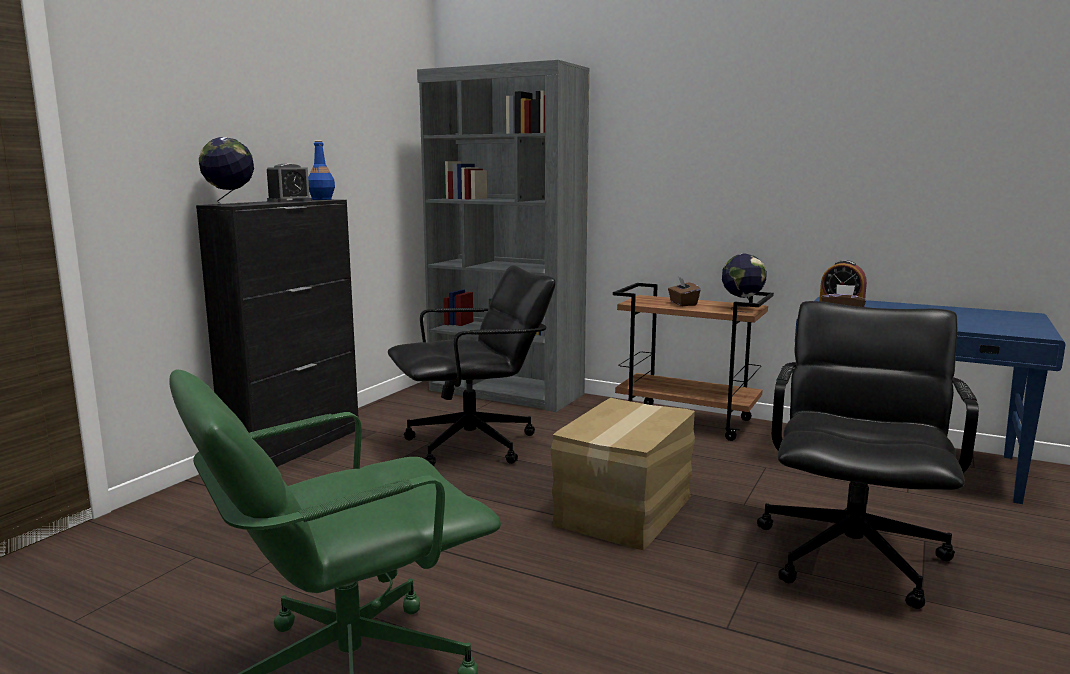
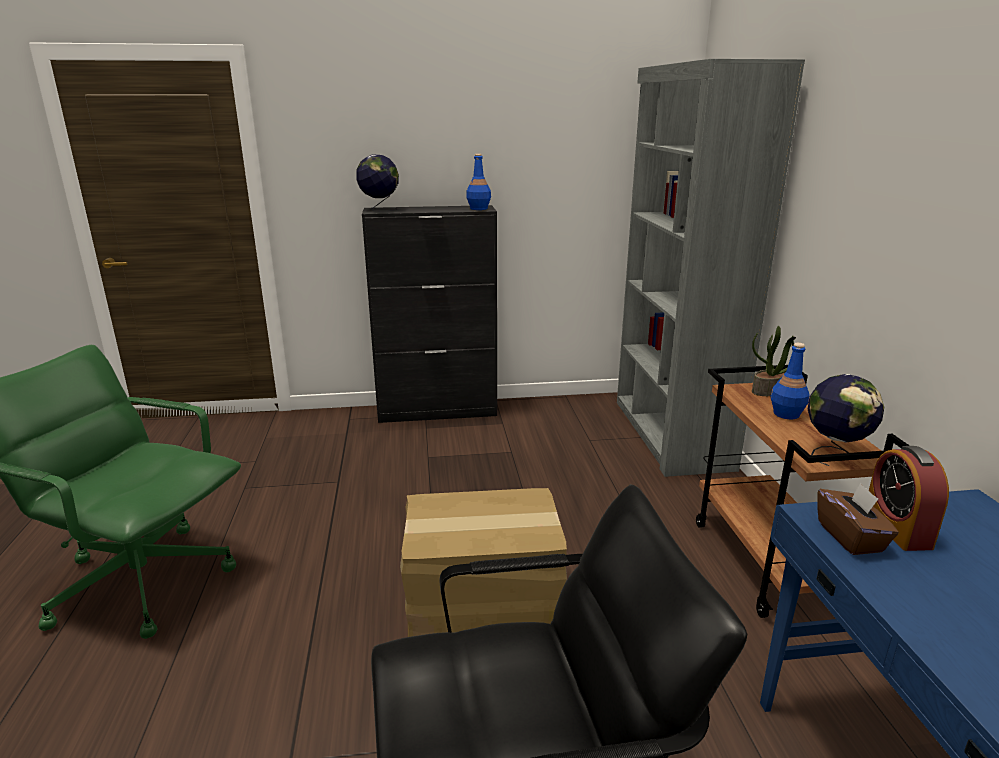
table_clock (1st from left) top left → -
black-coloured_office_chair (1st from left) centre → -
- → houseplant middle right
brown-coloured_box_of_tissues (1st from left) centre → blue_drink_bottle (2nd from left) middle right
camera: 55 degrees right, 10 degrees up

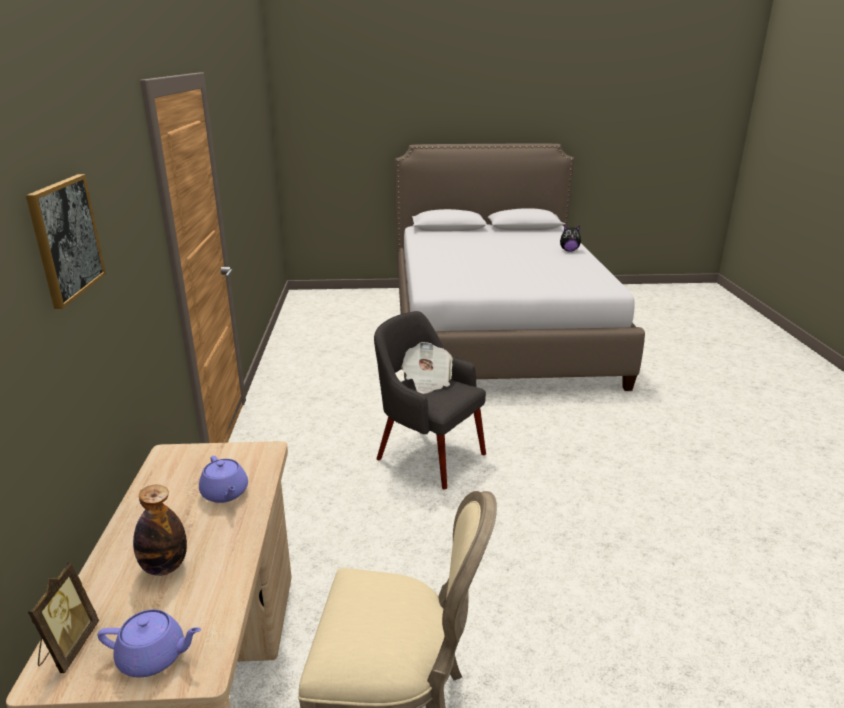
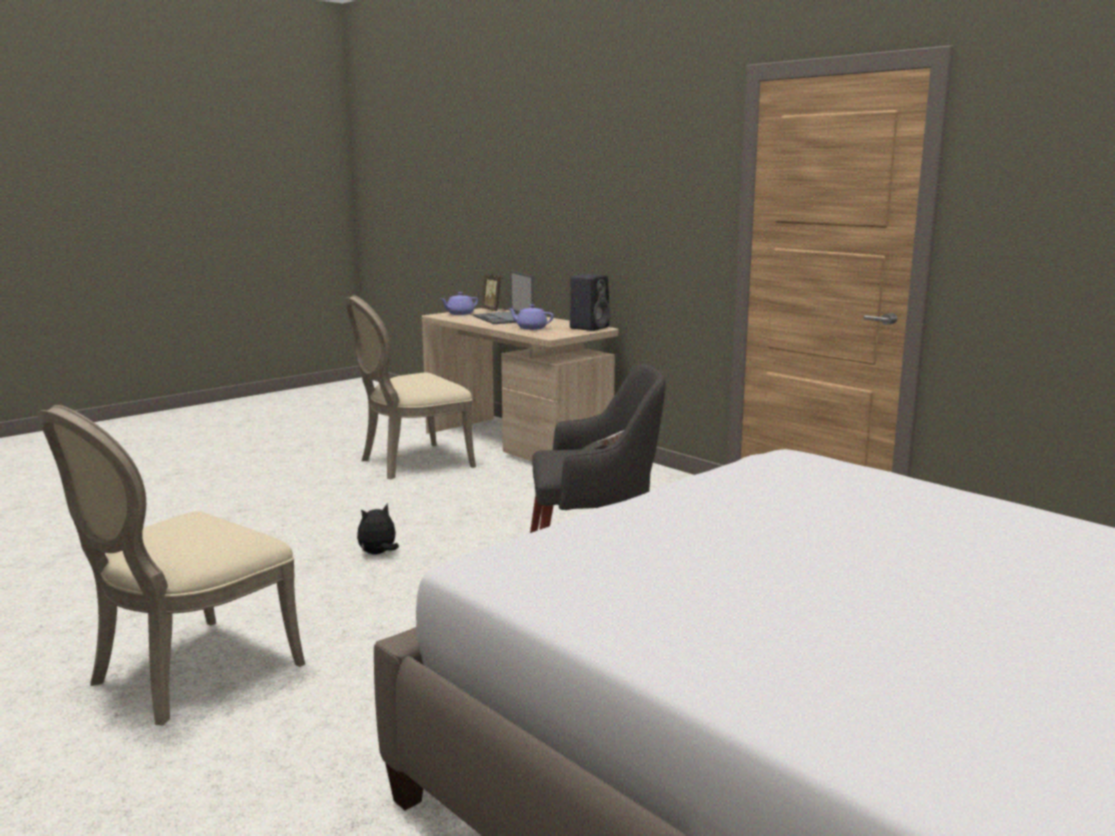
picture middle left → -
- → sand-coloured_chair (1st from left) bottom left
- → black-coloured_speaker centre
plush_toy middle right → plush_toy centre, move
drink_bottle bottom left → portable_computer centre
camera: 140 degrees right, 10 degrees down

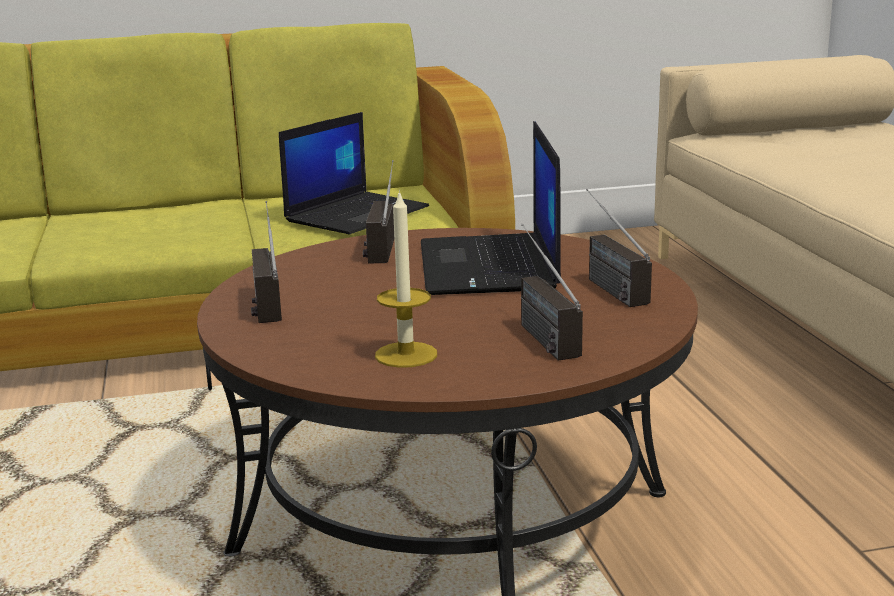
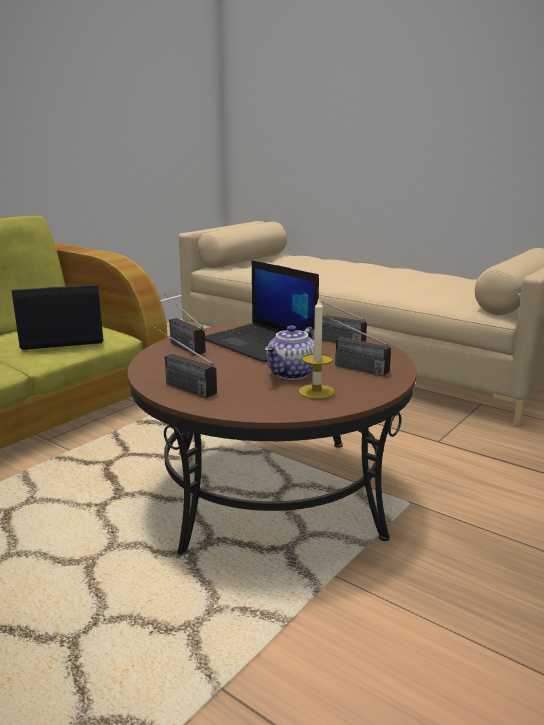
- → tea_pot centre
portable_computer (1st from left) top centre → portable_computer (1st from left) middle left, 105 degrees counterclockwise
camera: 40 degrees left, 0 degrees up

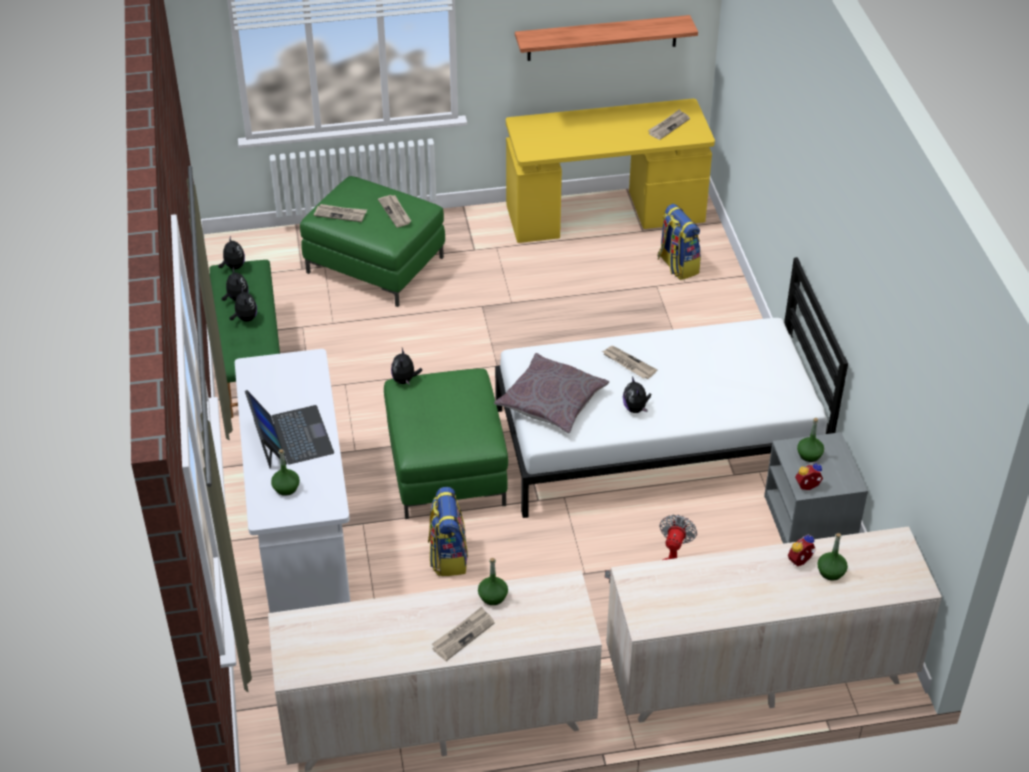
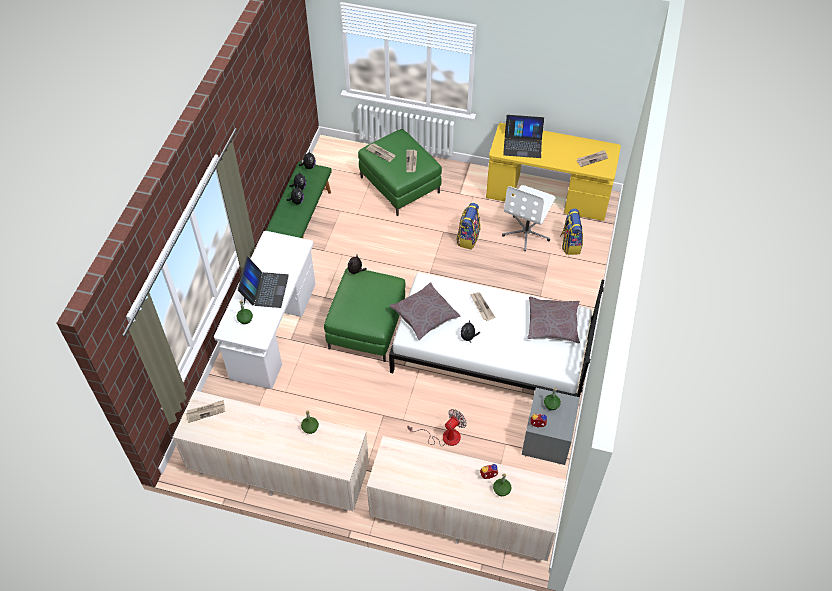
bracket_shelf top centre → -
- → whitish_office_chair centre
- → portable_computer (2nd from left) top centre
- → grey_throw_pillow (2nd from left) centre
rucksack (1st from left) bottom centre → rucksack (1st from left) centre, move
daily_paper (3rd from left in the first image) bottom centre → daily_paper (1st from left) bottom left, move
camera: 25 degrees right, 10 degrees up

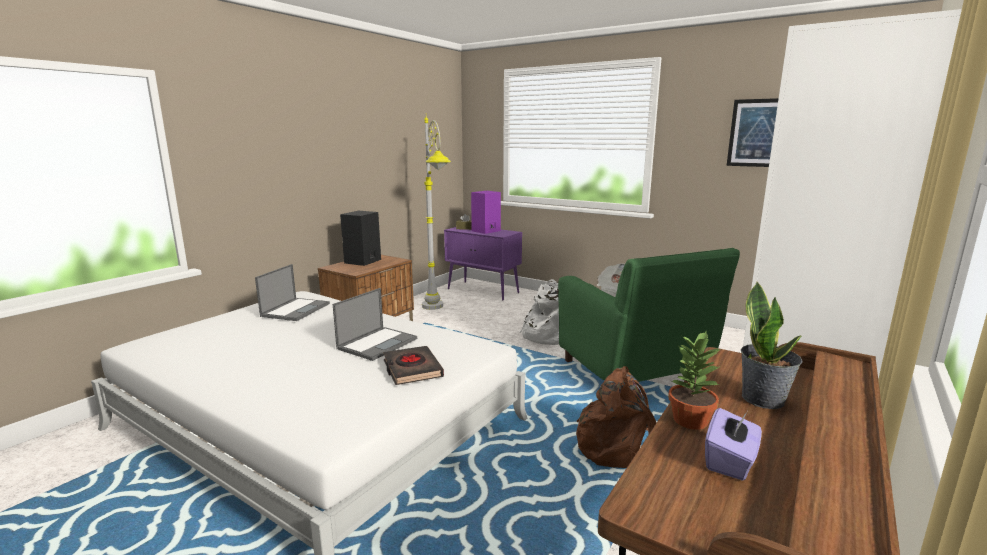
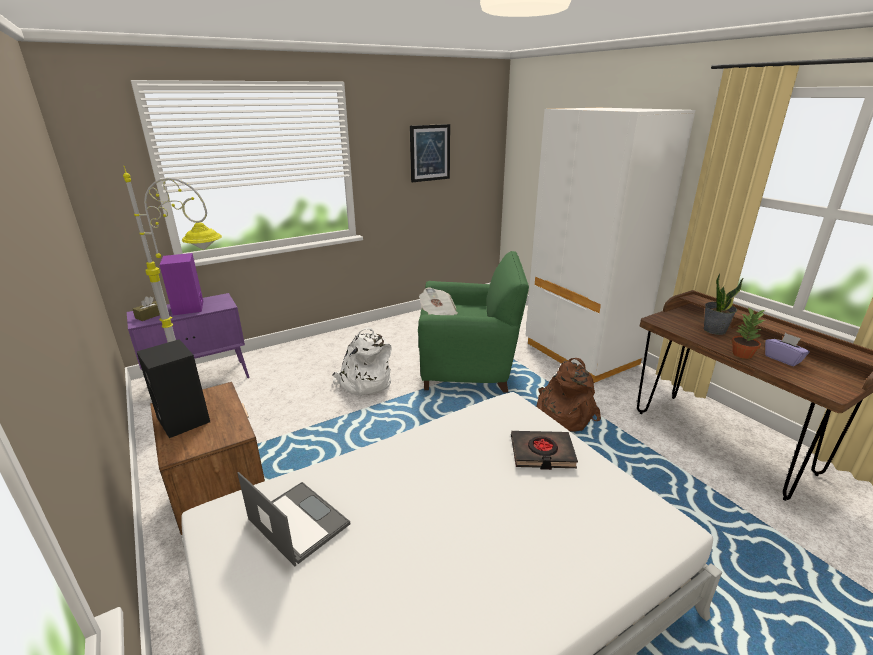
portable_computer (2nd from left) centre → -
camera: 65 degrees left, 10 degrees up

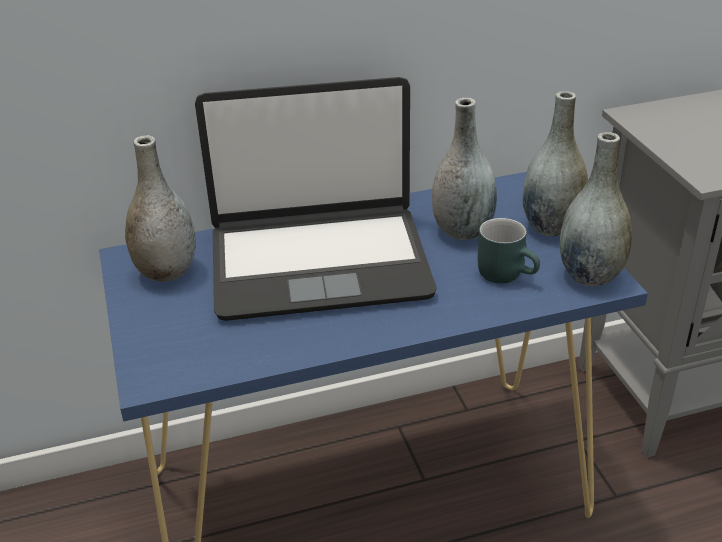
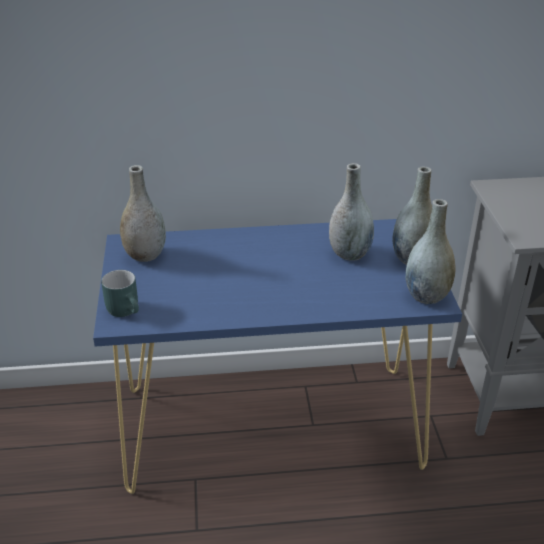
portable_computer centre → -
blue-green_mug middle right → blue-green_mug middle left, move
camera: 10 degrees right, 0 degrees up

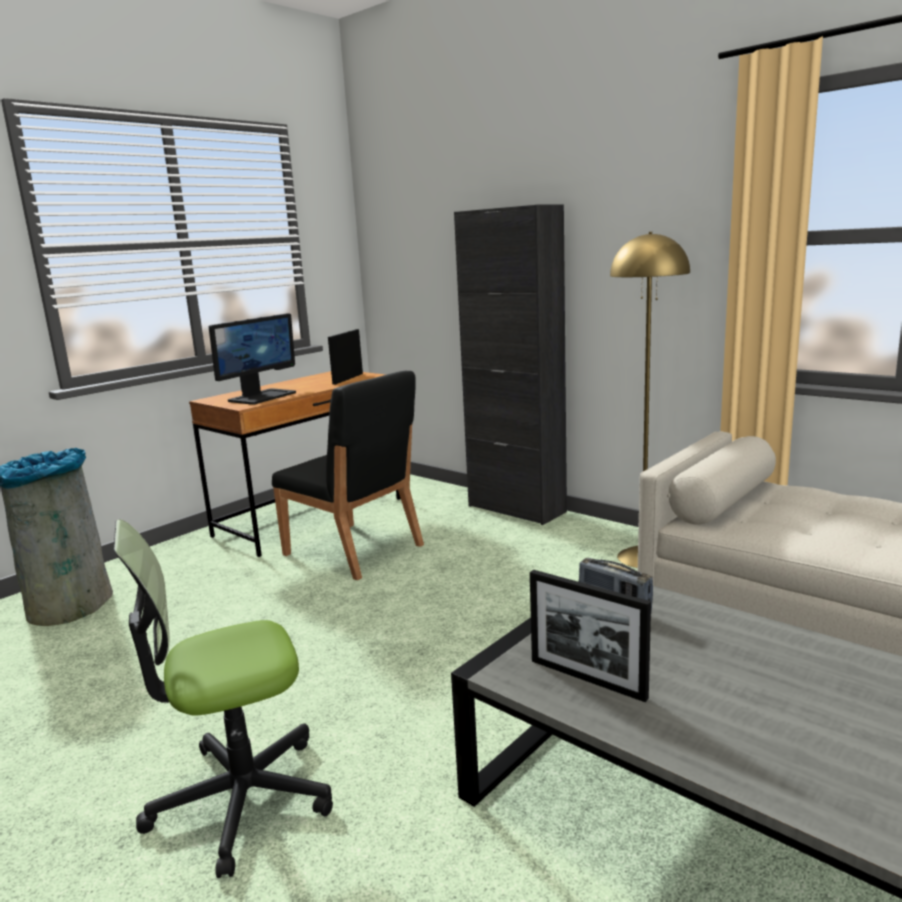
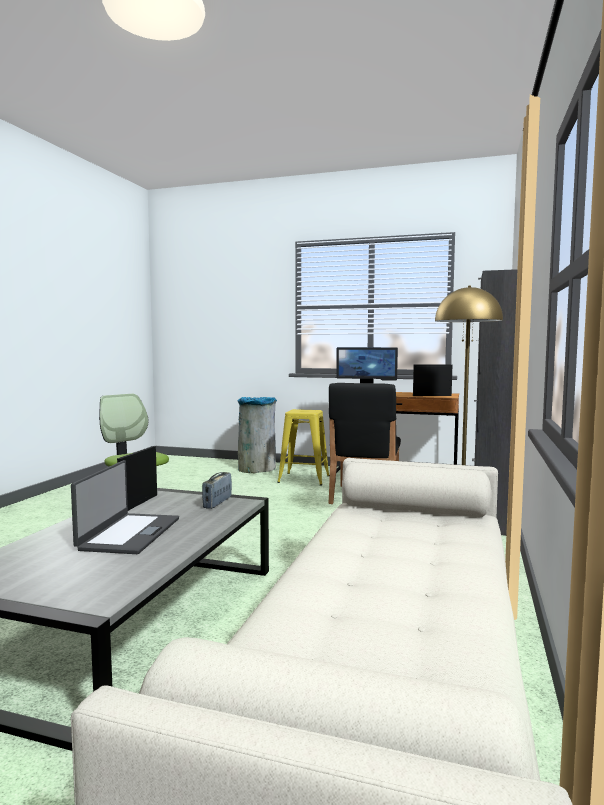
- → portable_computer middle left
- → yellowish_stool centre
camera: 65 degrees right, 10 degrees down

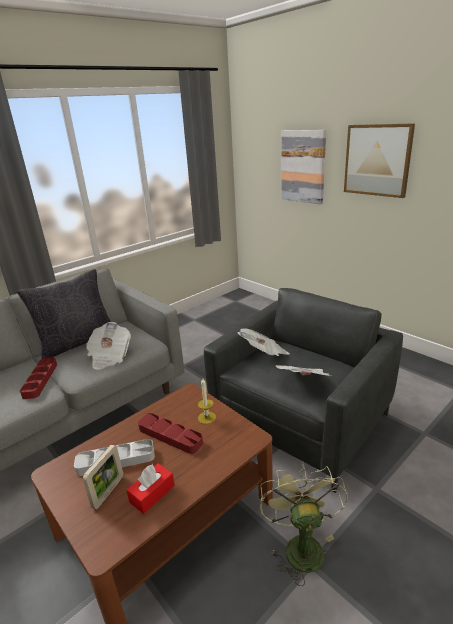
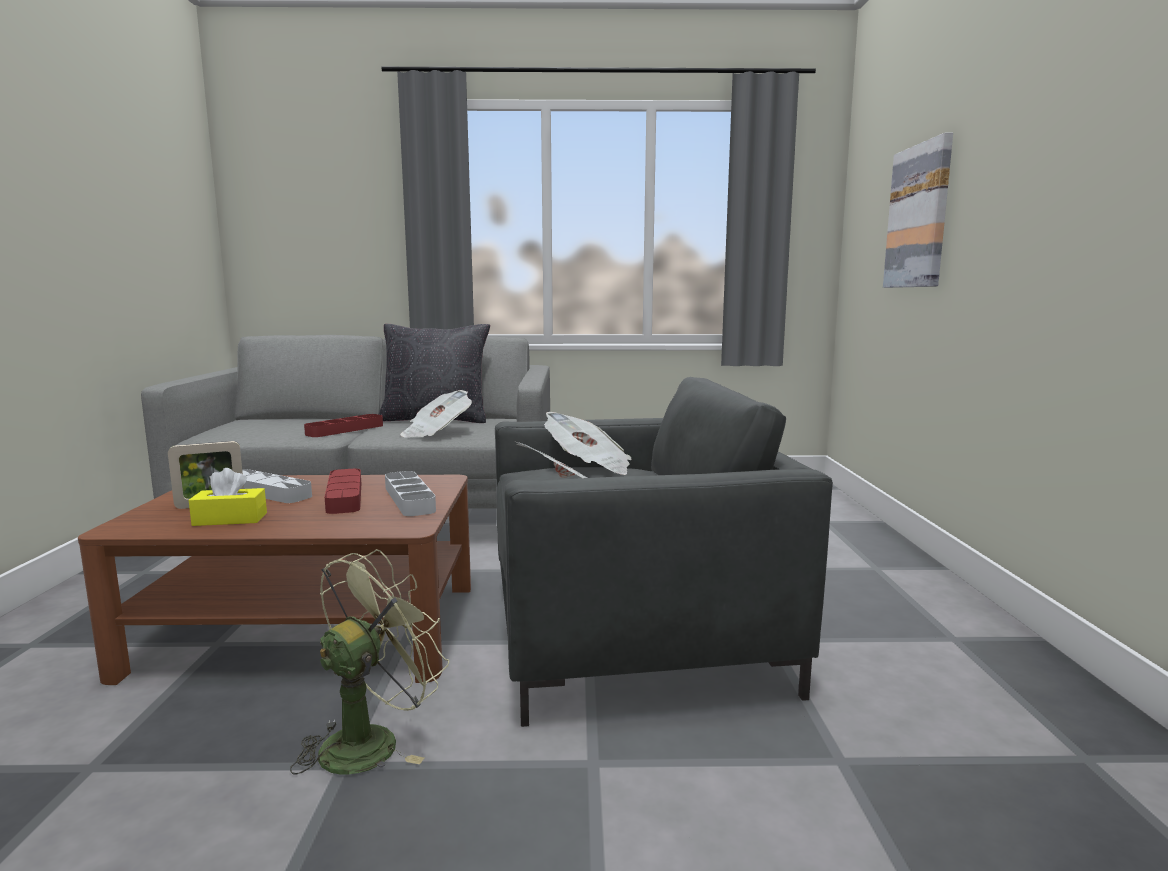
picture (2nd from left) top right → -
candle centre → grey_serving_tray (2nd from left) centre
reddish_box_of_tissues bottom left → yellowish_box_of_tissues middle left
camera: 40 degrees right, 15 degrees down

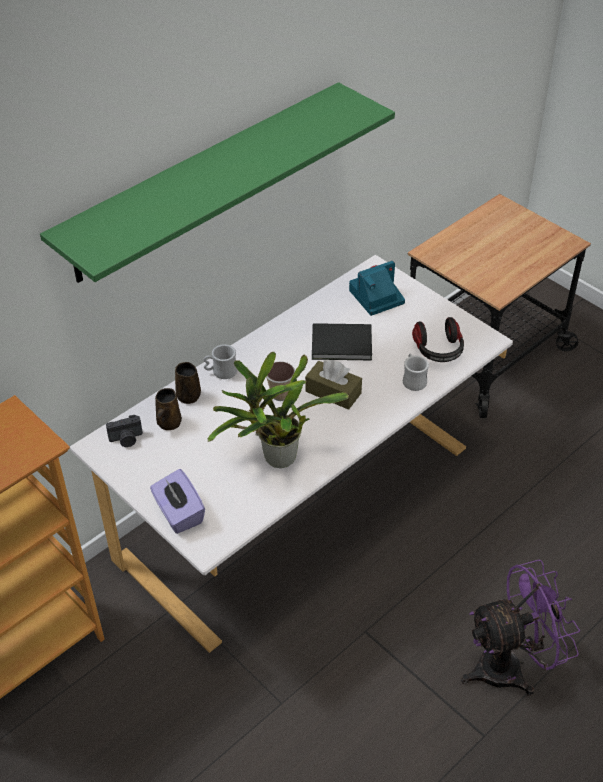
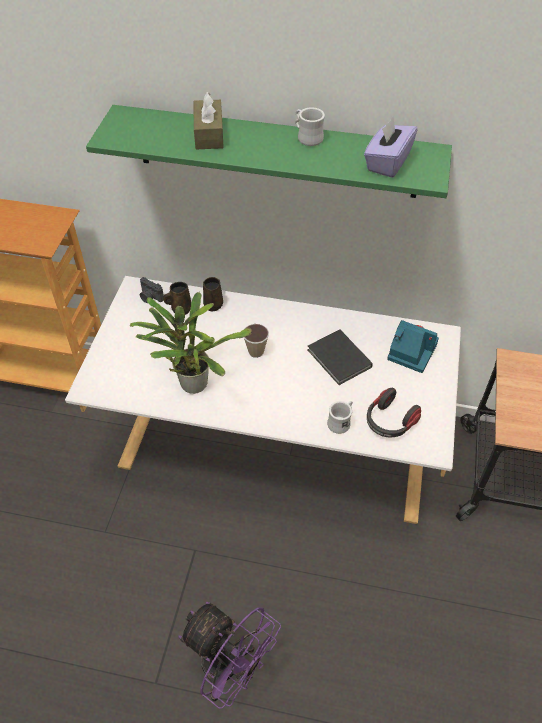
purplish_box_of_tissues middle left → purplish_box_of_tissues top right, move
whitish_mug (1st from left) centre → whitish_mug (1st from left) top centre, move
brown-coloured_box_of_tissues centre → brown-coloured_box_of_tissues top centre, move
camera: 55 degrees right, 5 degrees up

